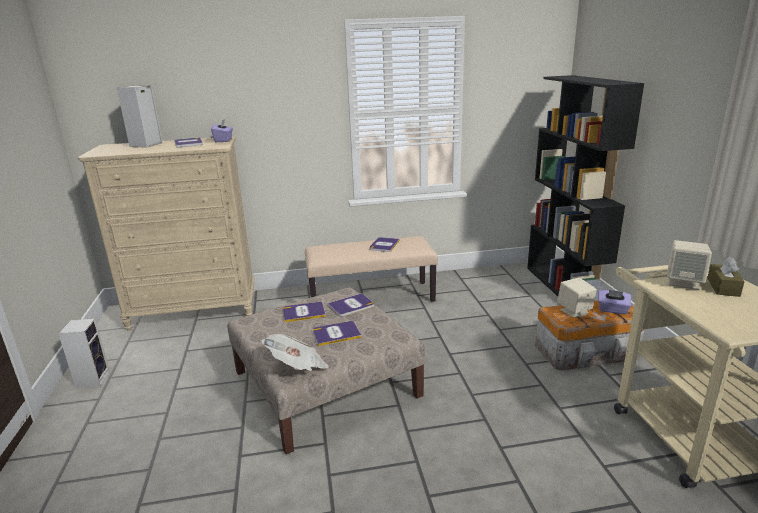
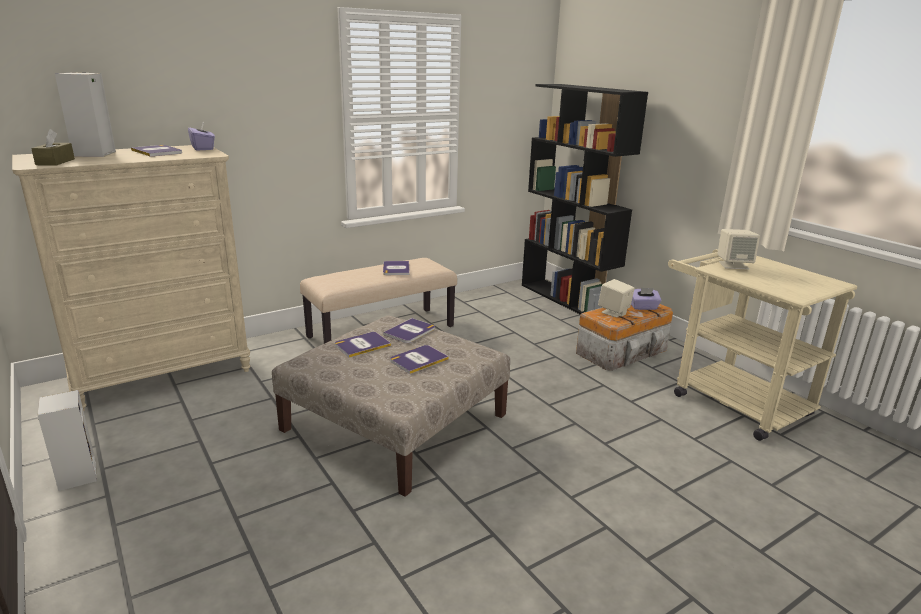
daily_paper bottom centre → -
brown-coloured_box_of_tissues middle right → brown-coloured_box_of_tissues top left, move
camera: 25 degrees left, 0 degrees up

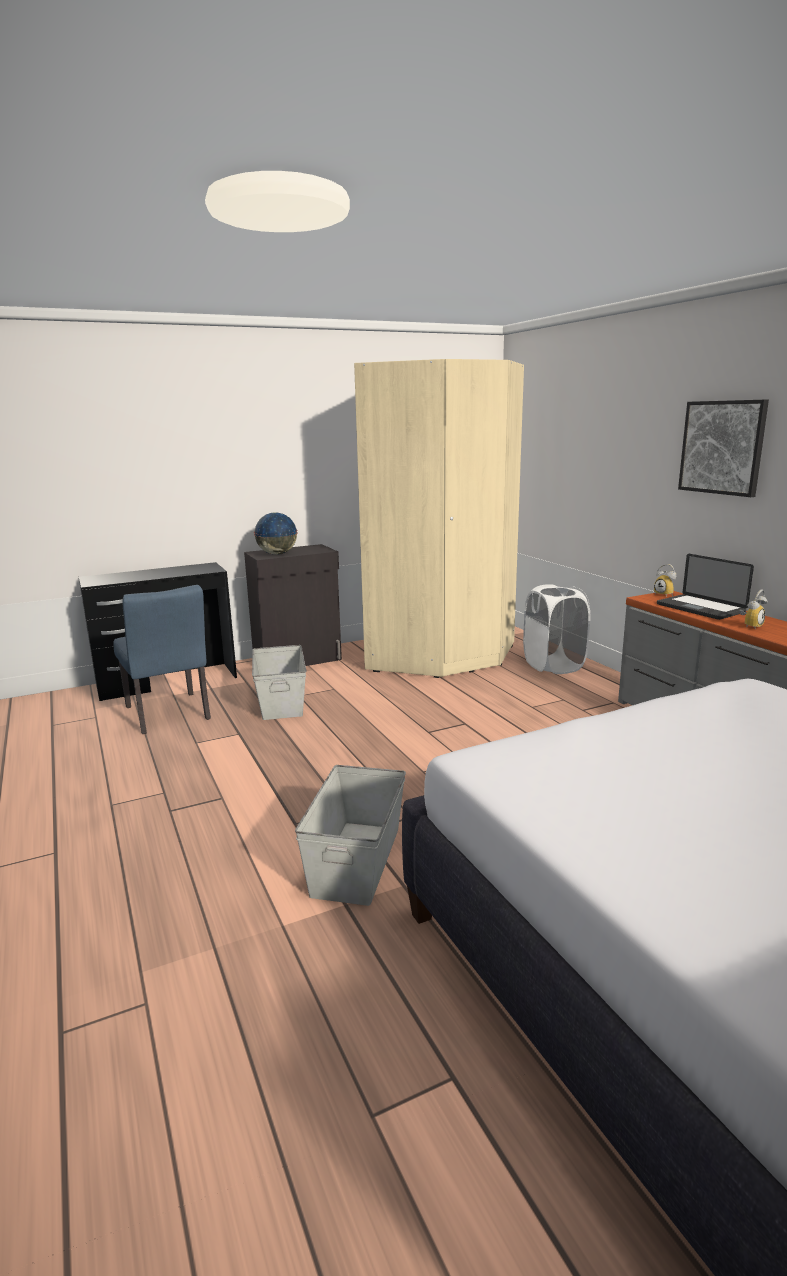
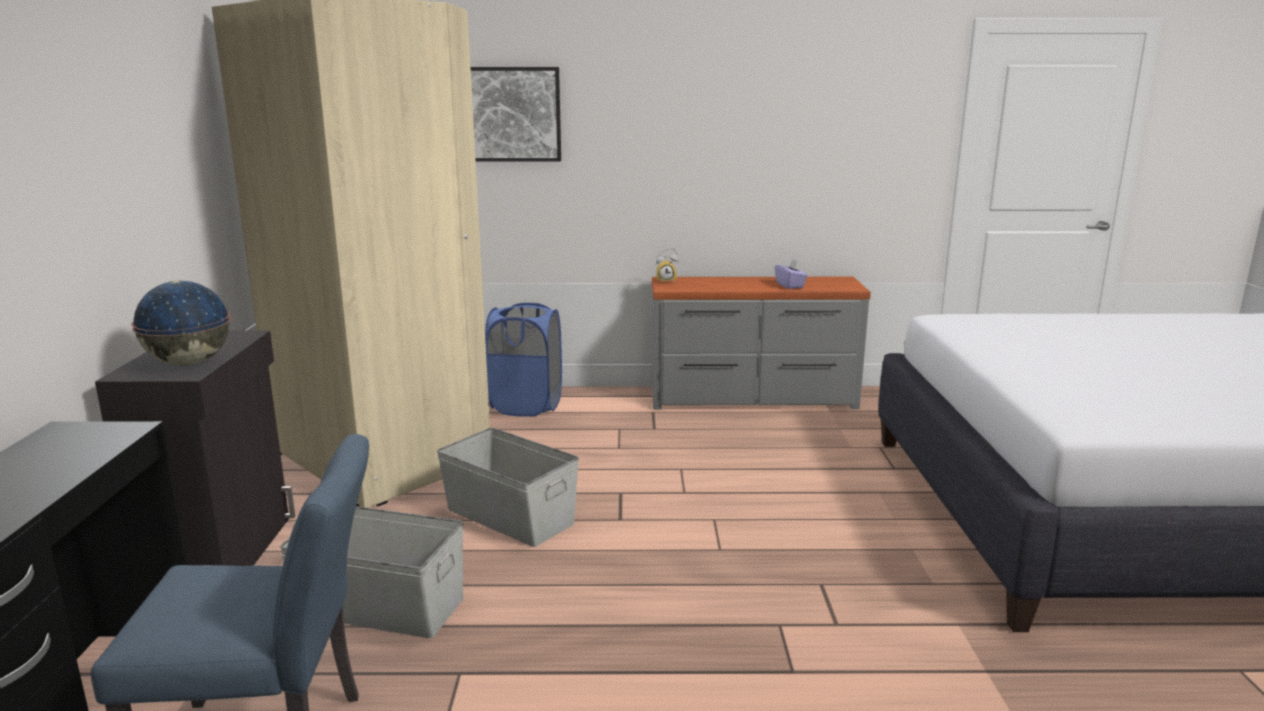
portable_computer middle right → -
grey_storage_bin (2nd from left) centre → grey_storage_bin (2nd from left) bottom centre, move
picture middle right → picture top centre, move
table_clock (2nd from left) middle right → purplish_box_of_tissues centre
whitish_washing_basket middle right → blue_washing_basket centre
camera: 65 degrees left, 0 degrees up

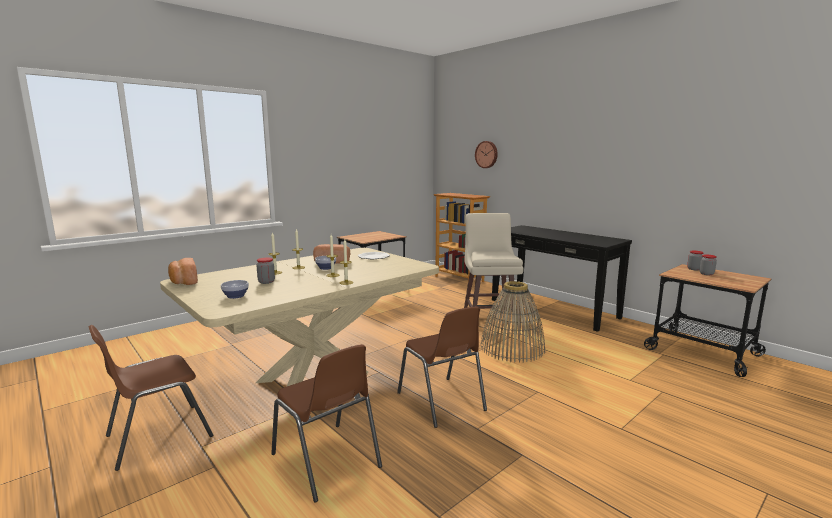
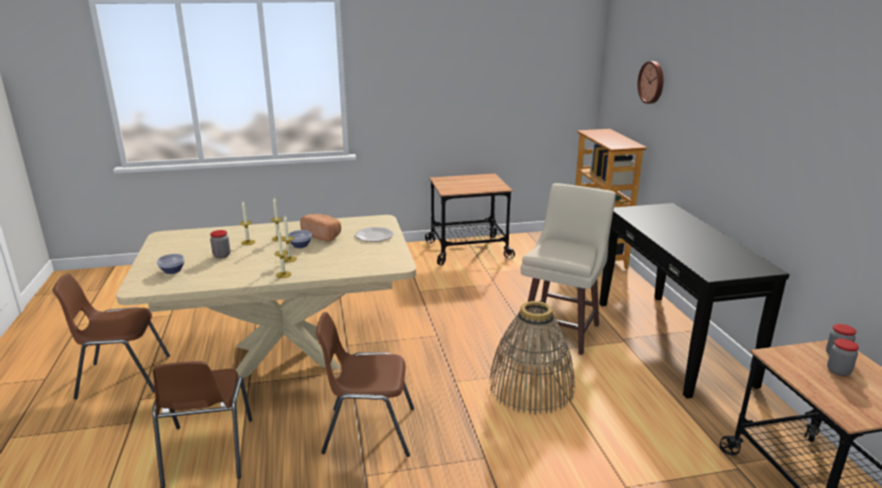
bread (1st from left) middle left → -
brown-coloured_chair (3rd from left) bottom centre, 90 degrees clockwise
camera: 30 degrees right, 10 degrees up

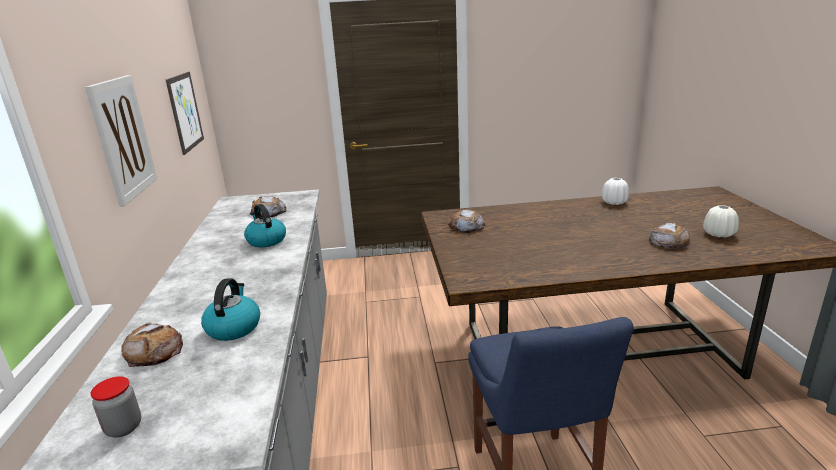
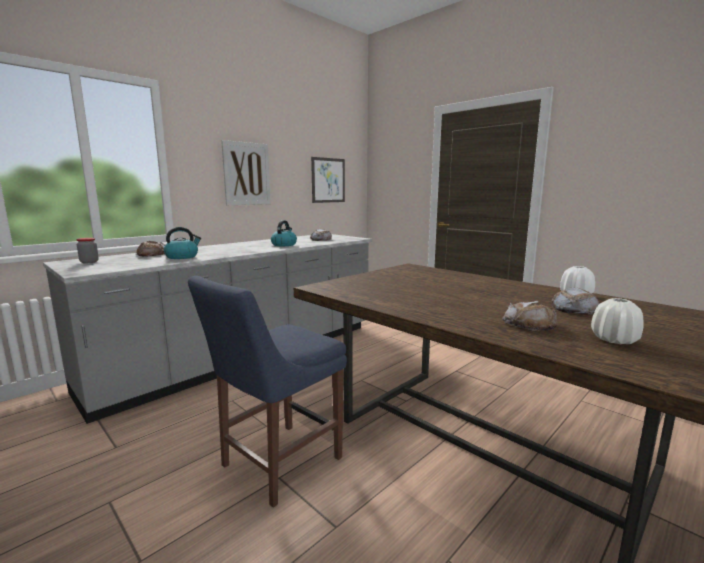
bread (3rd from left in the first image) centre → bread (4th from left) middle right, move
camera: 50 degrees right, 10 degrees down

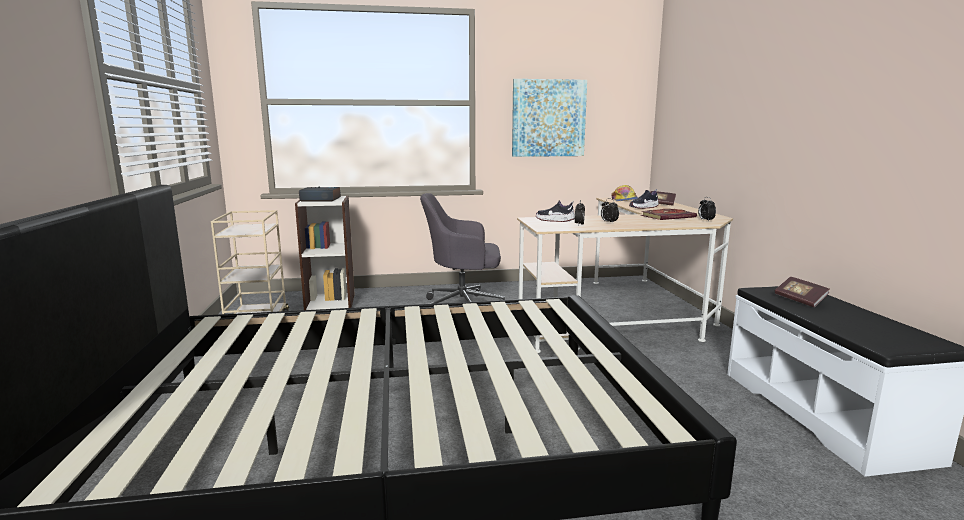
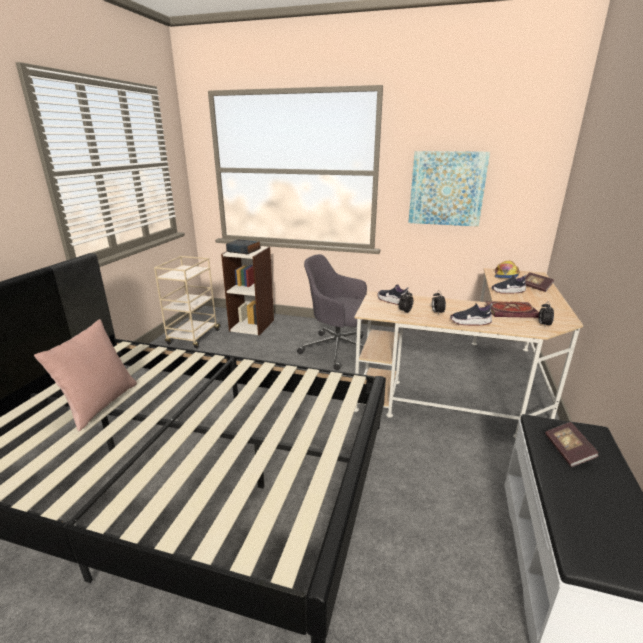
- → pinkish_throw_pillow middle left
- → item_of_footwear (2nd from left) middle right
camera: 25 degrees right, 10 degrees up

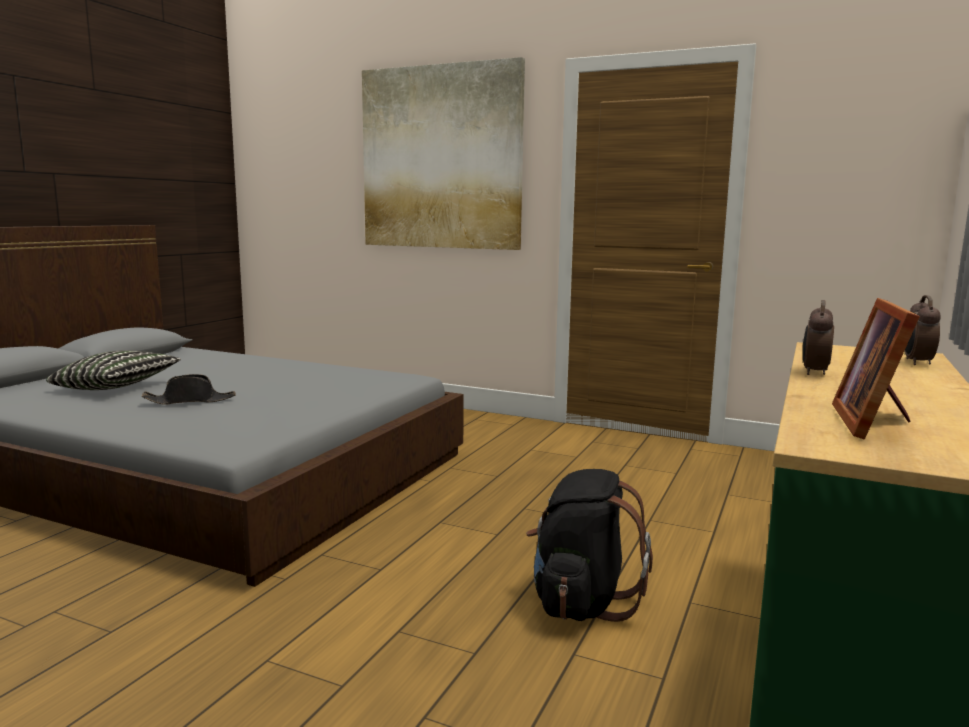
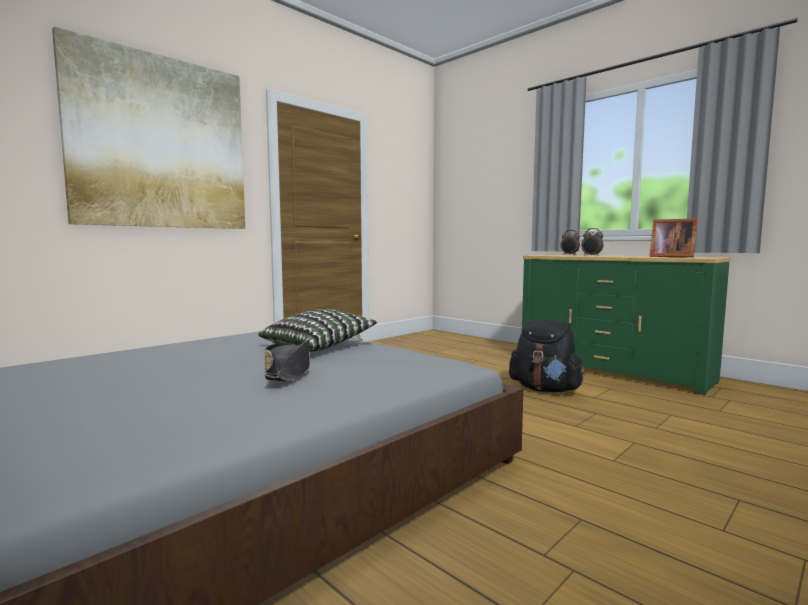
throw_pillow middle left → throw_pillow centre, move
camera: 70 degrees left, 5 degrees down

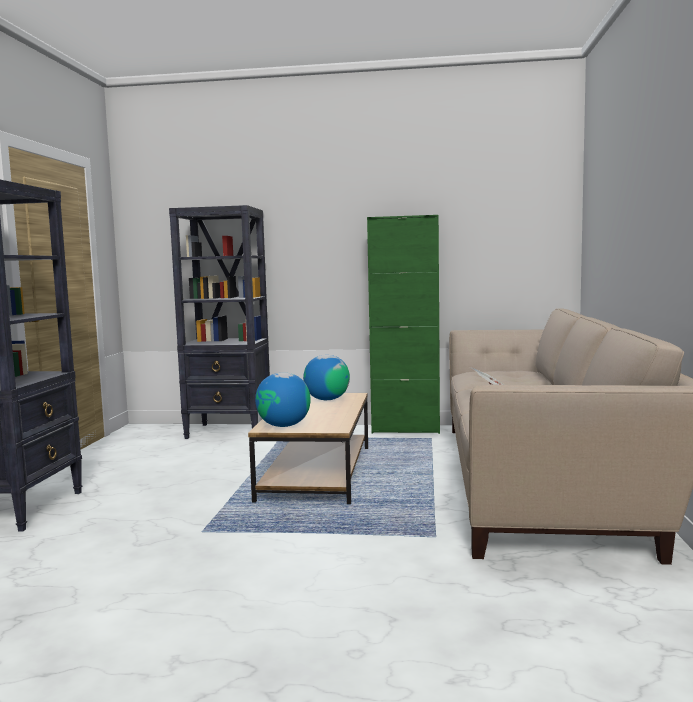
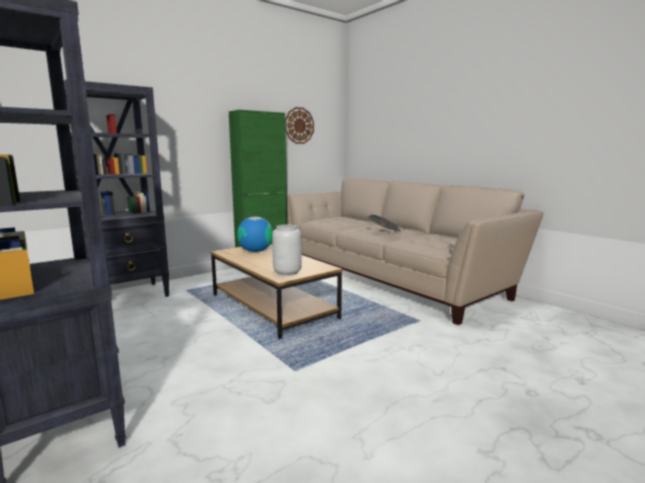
- → hanging_clock top centre
world_globe (1st from left) centre → grey_vase centre
camera: 45 degrees left, 5 degrees up

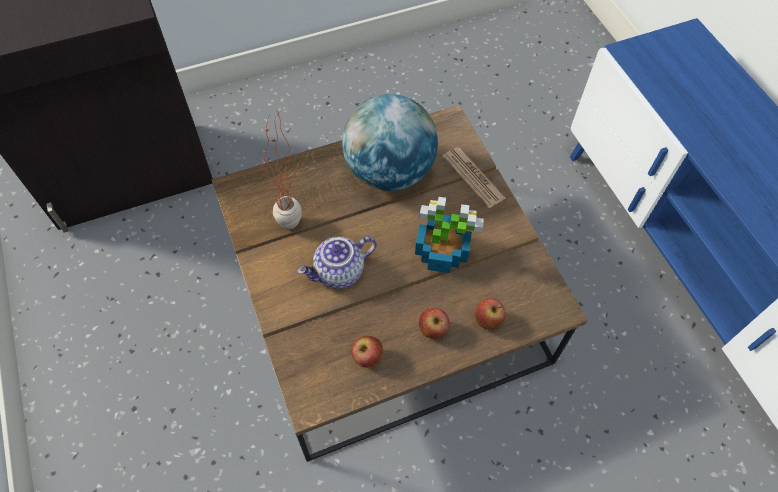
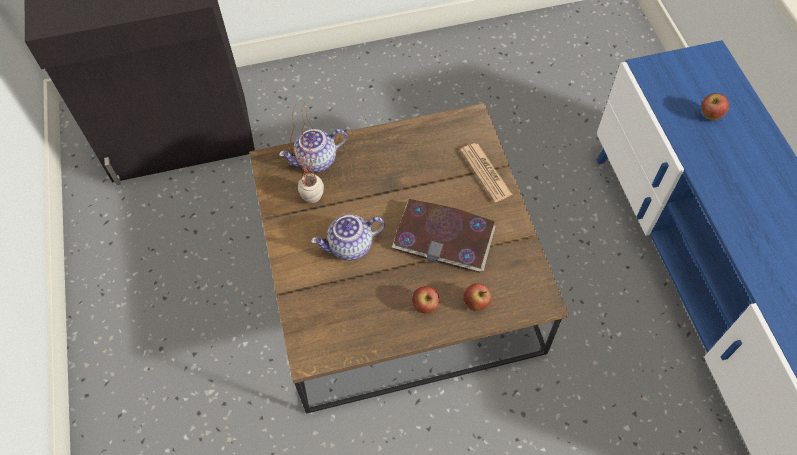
world_globe top centre → -
- → tea_pot (1st from left) top centre
whole_apple (1st from left in the first image) bottom centre → whole_apple (3rd from left) top right, move
houseplant (2nd from left) centre → volume centre
camera: 10 degrees right, 0 degrees up

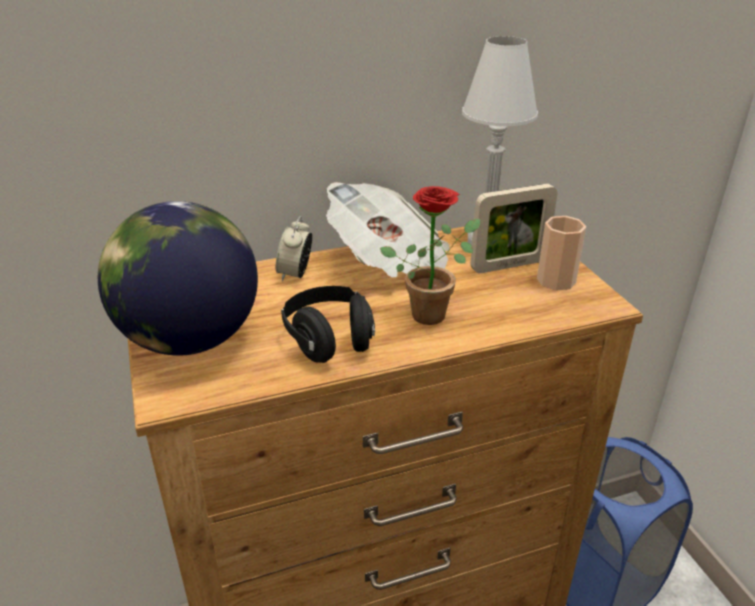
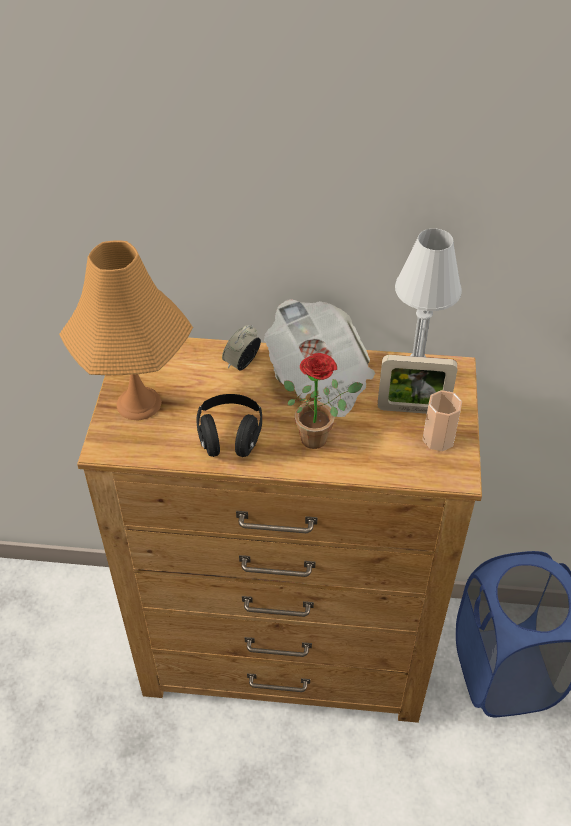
world_globe middle left → orange-coloured_tabletop_lamp middle left
camera: 25 degrees right, 15 degrees up

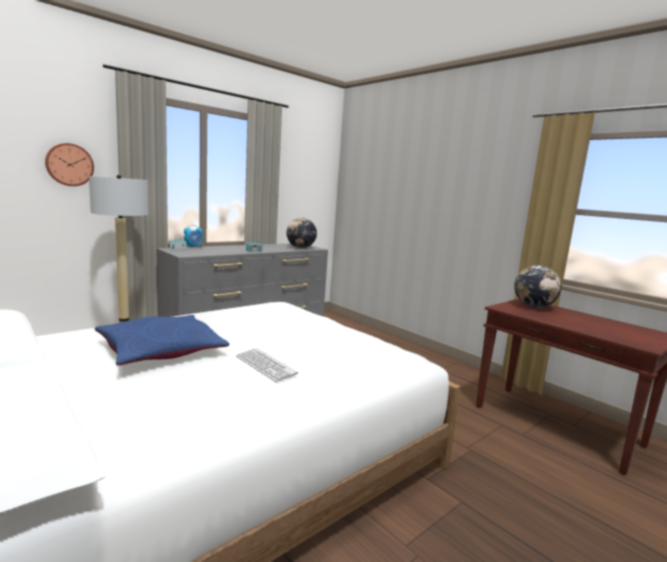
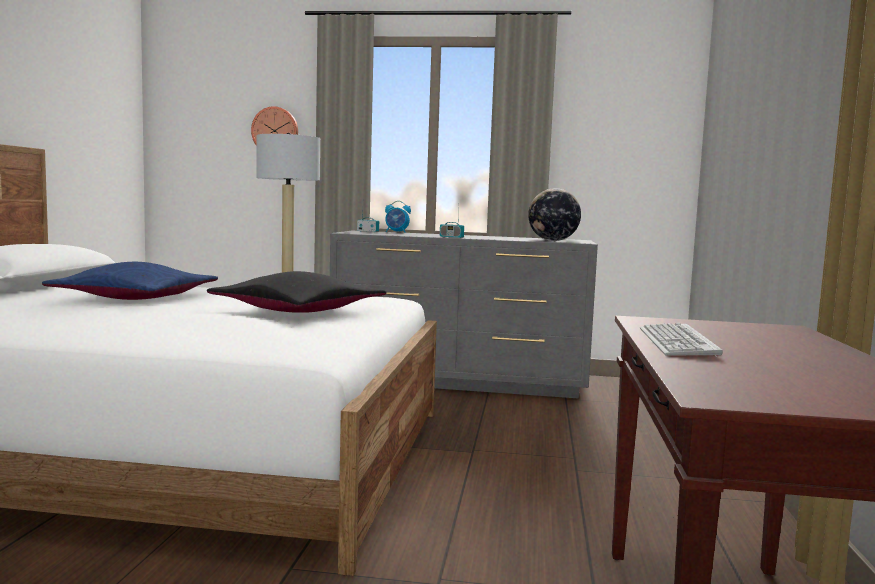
world_globe (2nd from left) middle right → -
- → black-coloured_throw_pillow centre
computer_keyboard centre → computer_keyboard middle right, move
camera: 50 degrees right, 5 degrees down

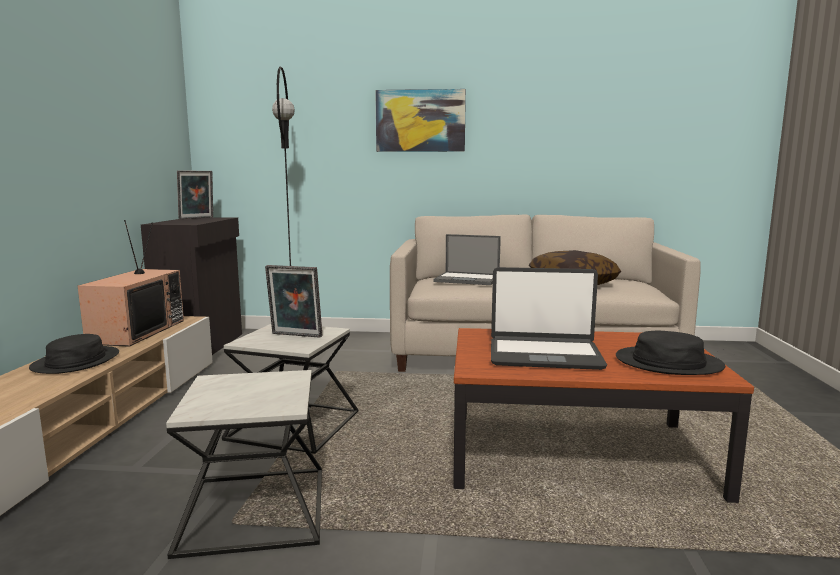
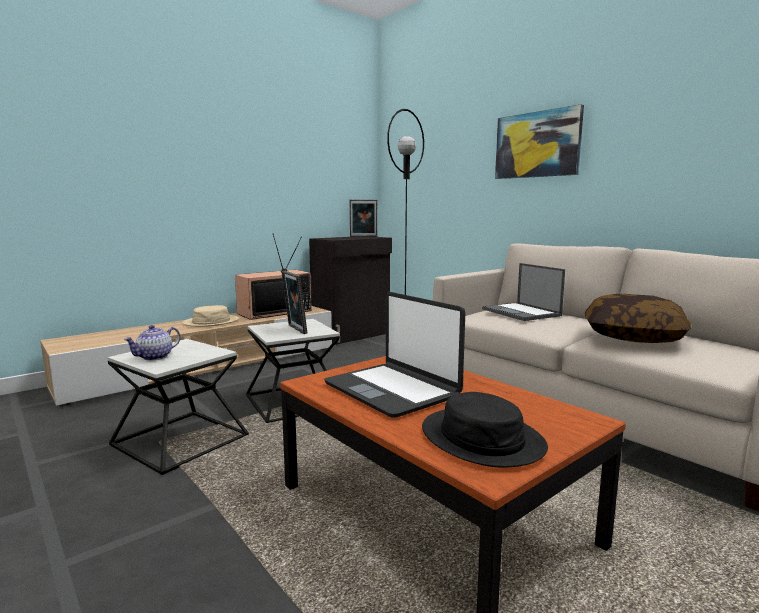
- → tea_pot middle left
black-coloured_hat (1st from left) middle left → sand-coloured_hat middle left
camera: 45 degrees right, 0 degrees up

